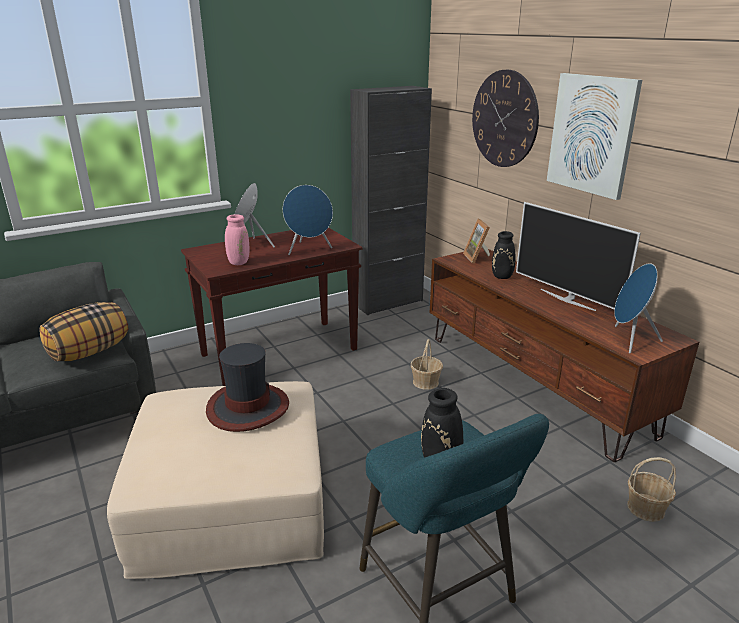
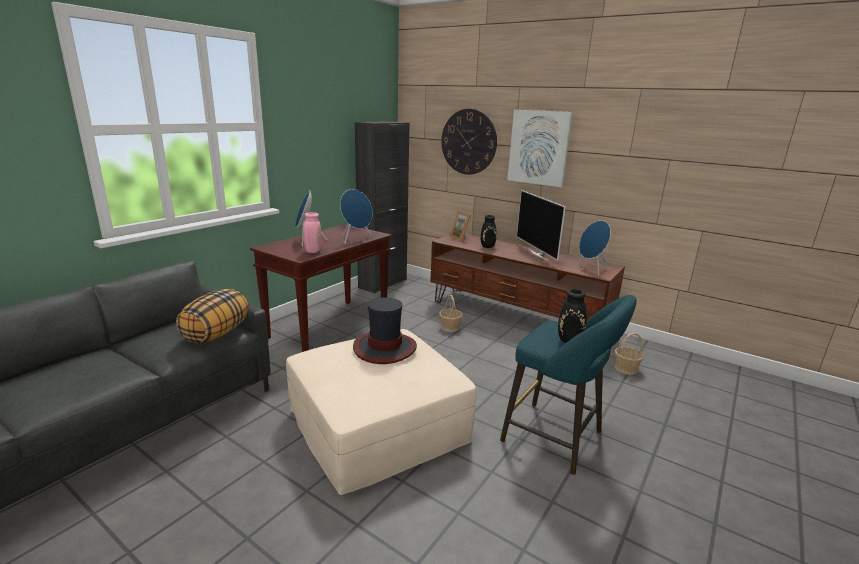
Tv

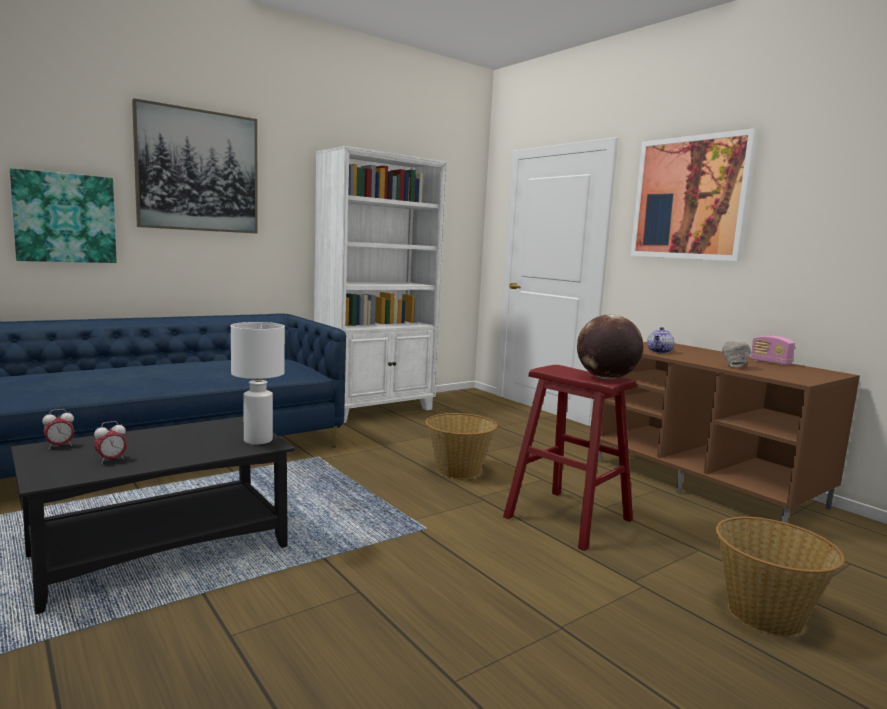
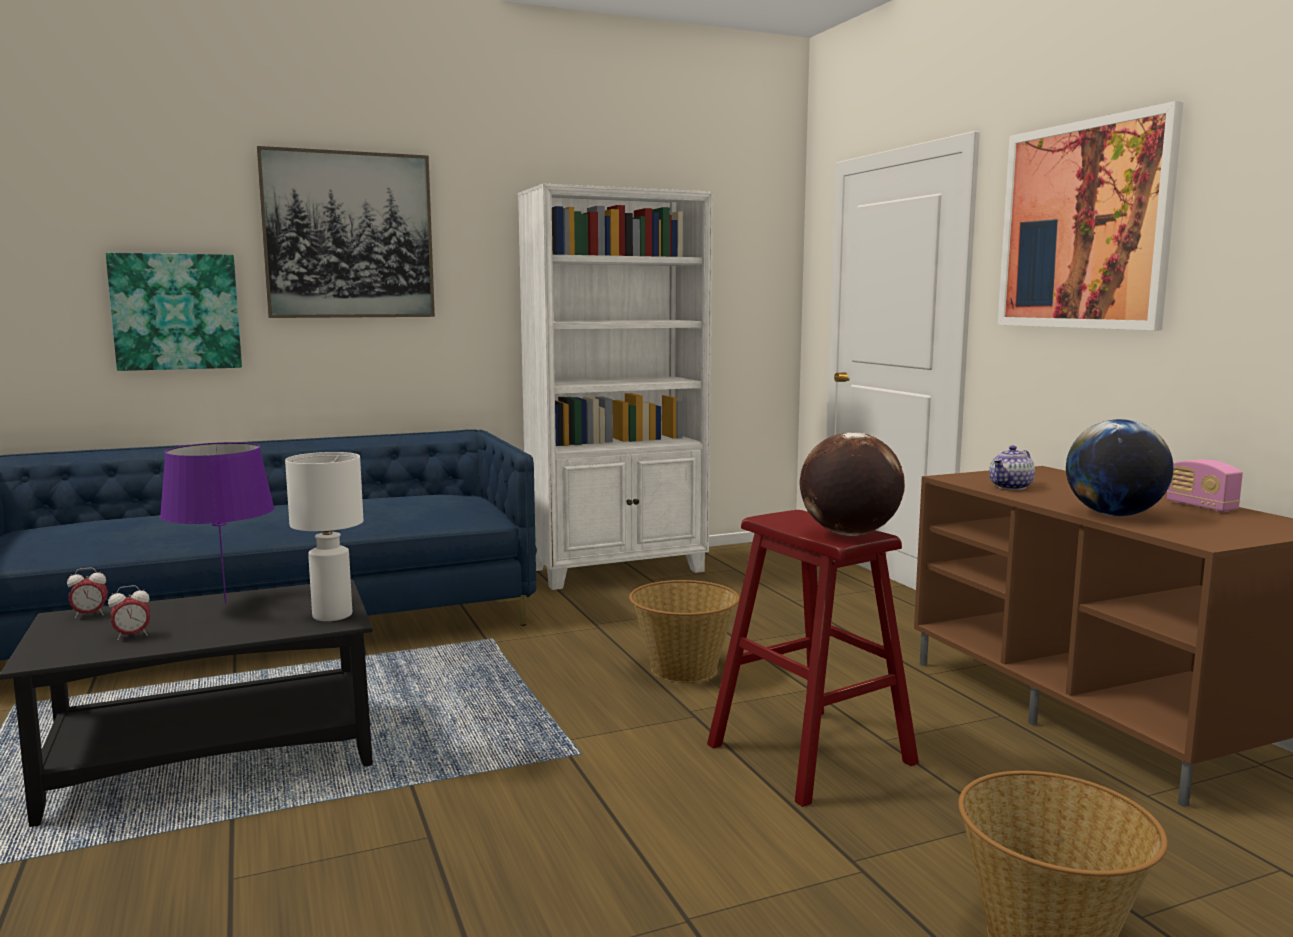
PurplishLampForATable
Globe (2nd from left)

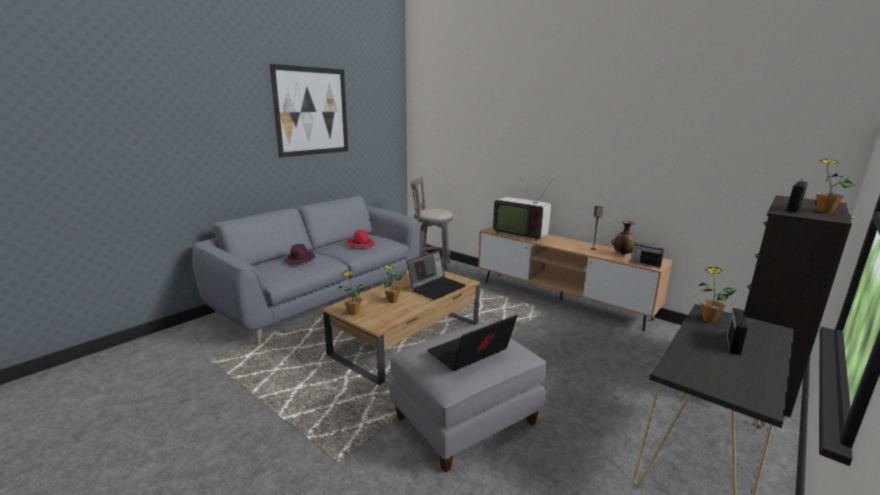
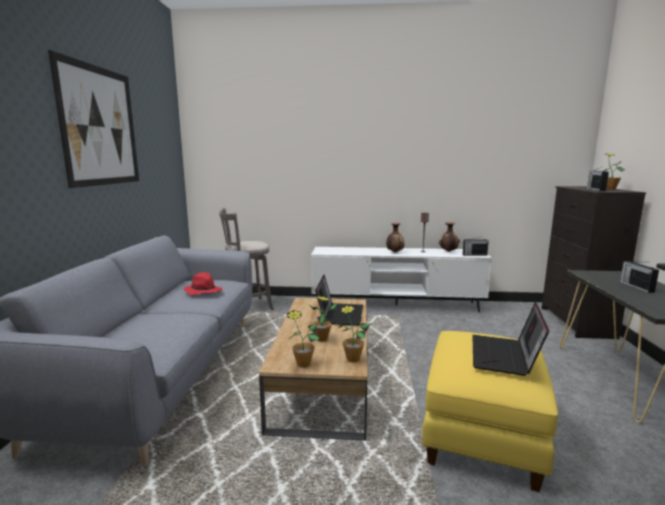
WhiteColouredTvStand
PlantInAPot (3rd from left)
FlowerVase (1st from left)
YellowColouredFootrest
PurplishClothingHat
Tv

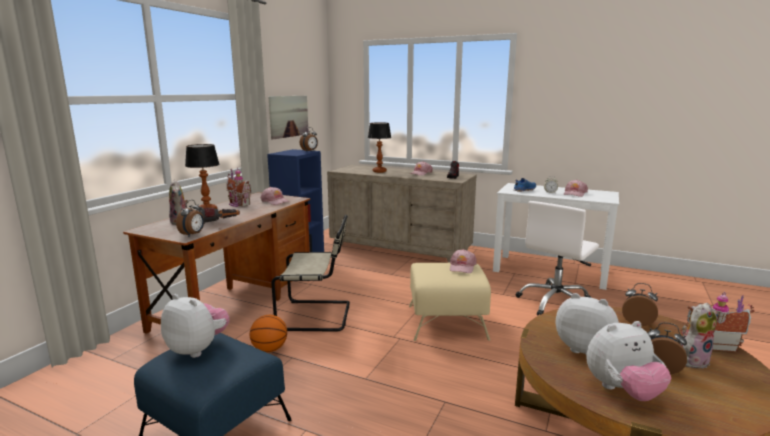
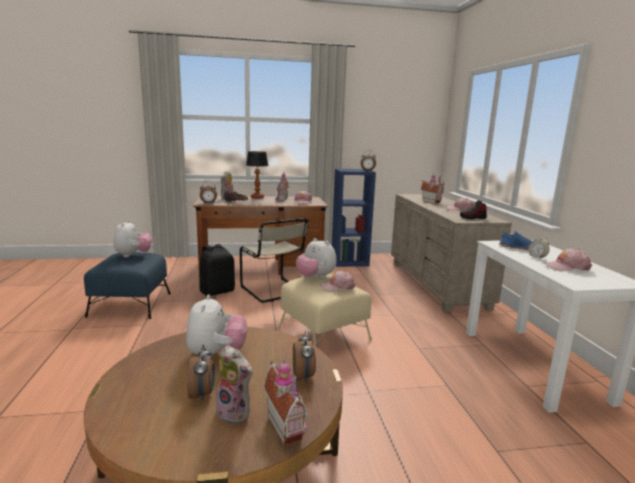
BlackColouredKnapsack
PlushToy (5th from left)
ToyHouse (3rd from left)
WallArt
WhiteColouredComputerChair

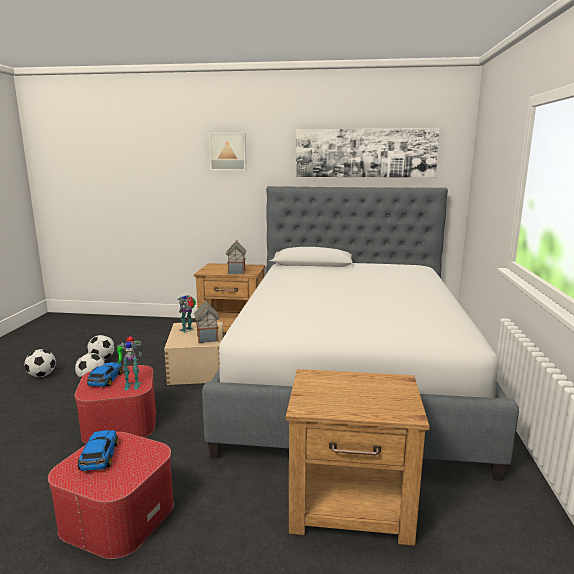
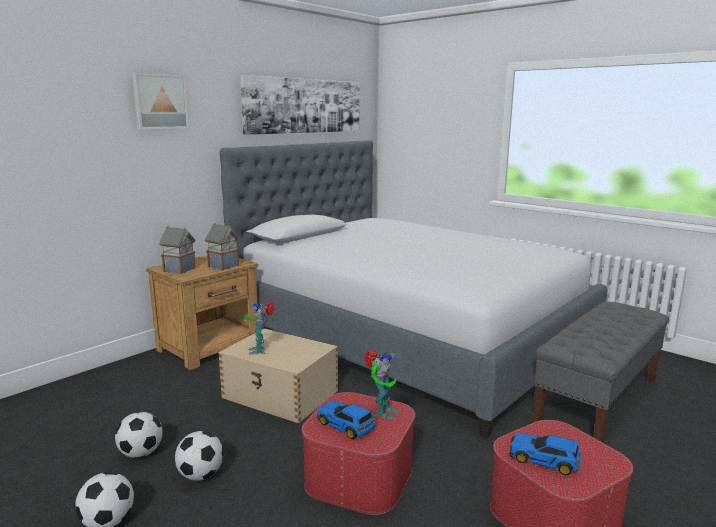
ToyHouse (1st from left)
GreyishLongSeat

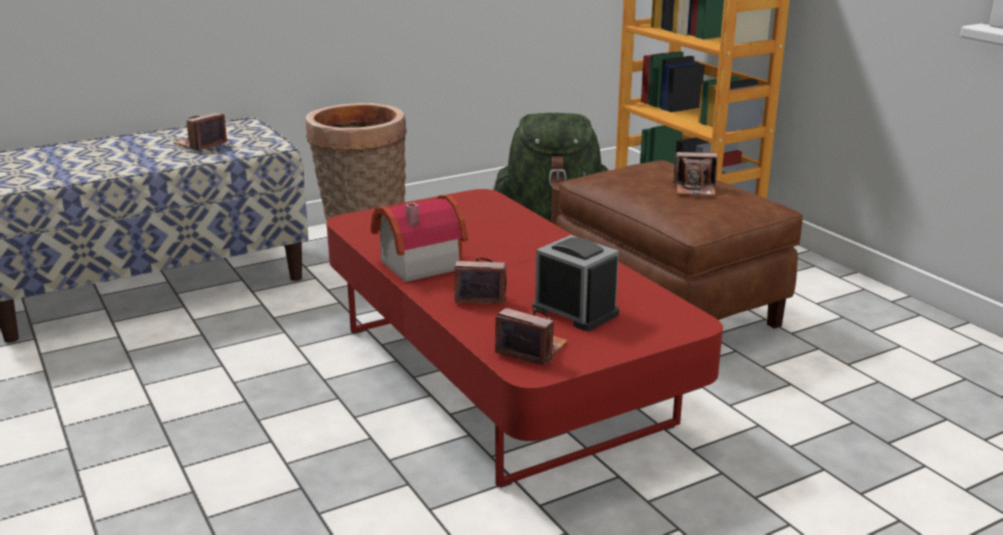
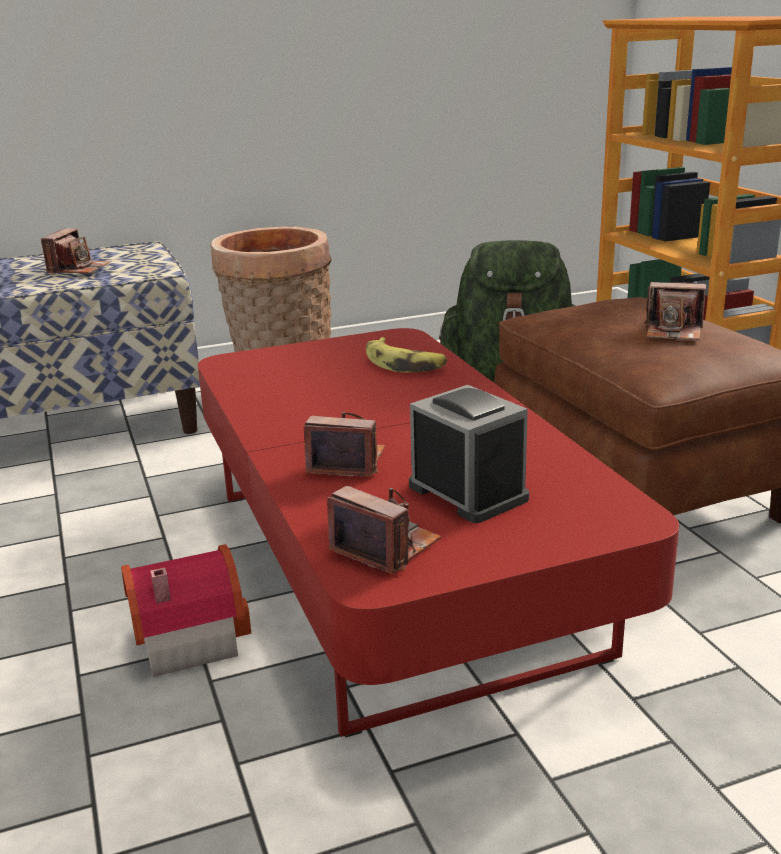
StillCamera (1st from left)
ToyHouse
BananaFruit

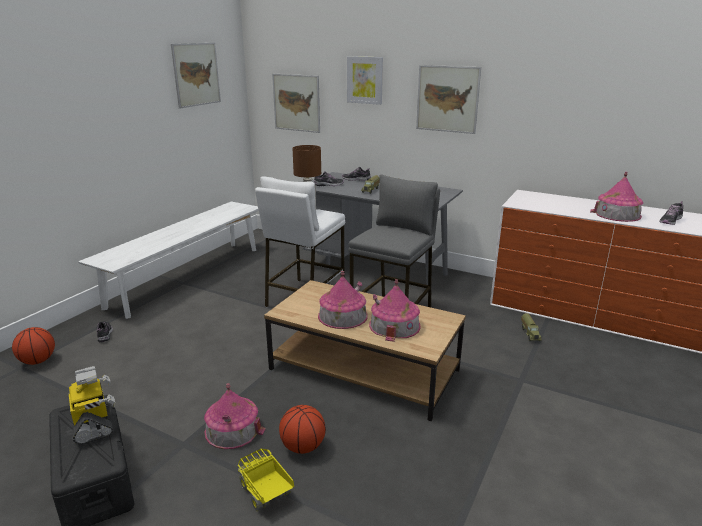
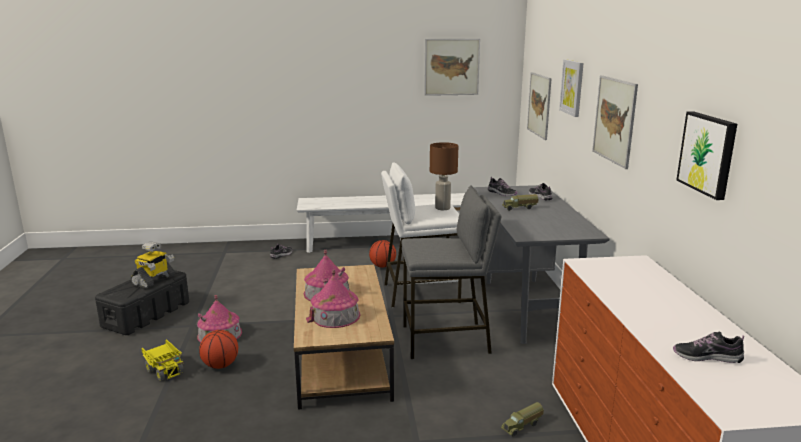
ToyTruck (1st from left)
BallForBasketball (2nd from left)
WallArt (5th from left)
ToyHouse (4th from left in the first image)

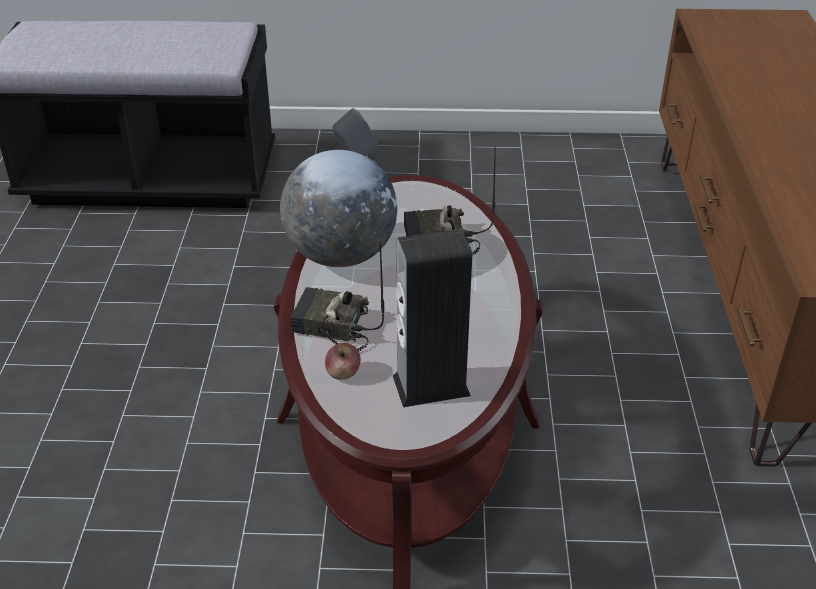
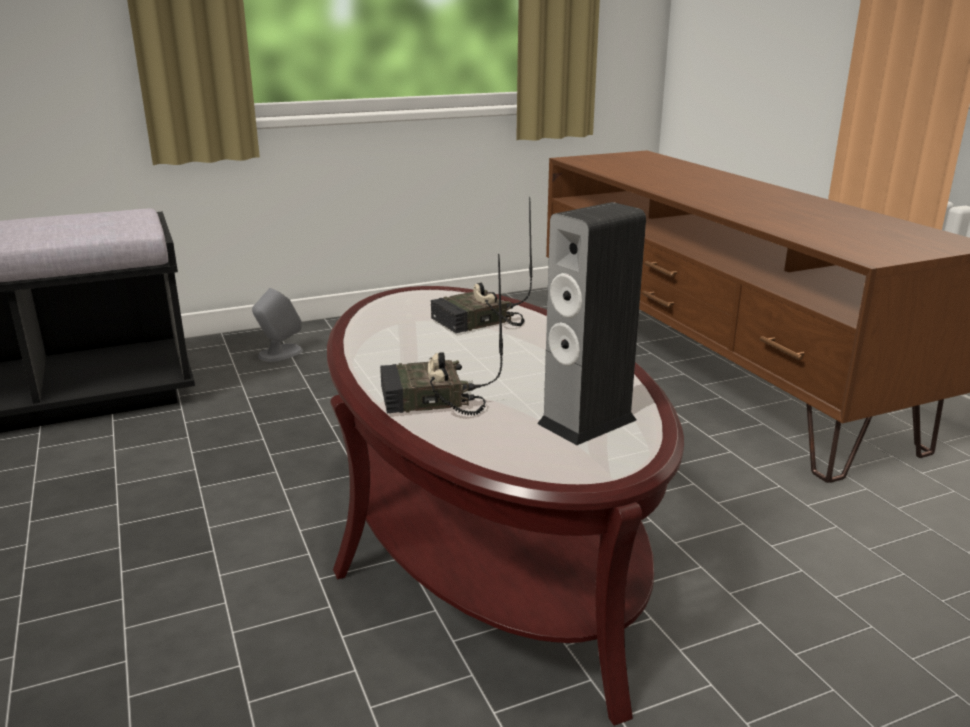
Globe
AppleFruit

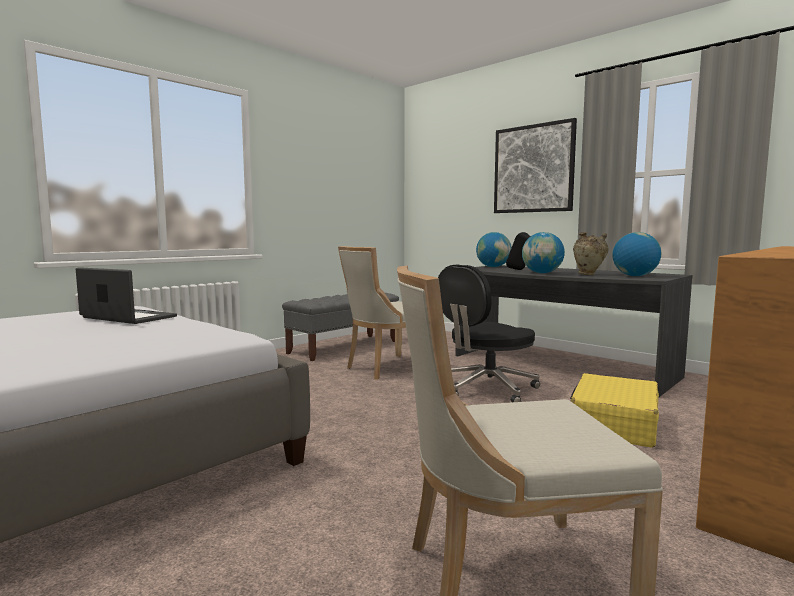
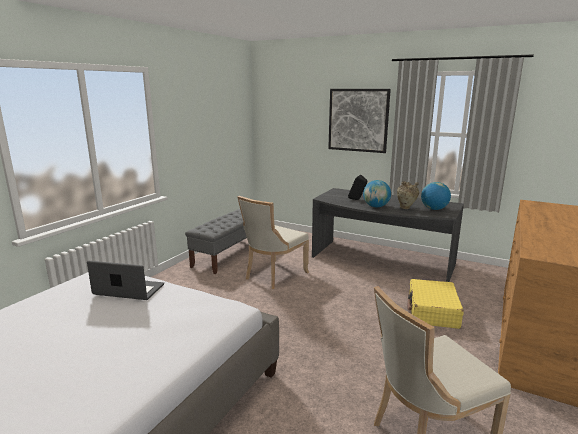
BlackColouredComputerChair
Globe (1st from left in the first image)

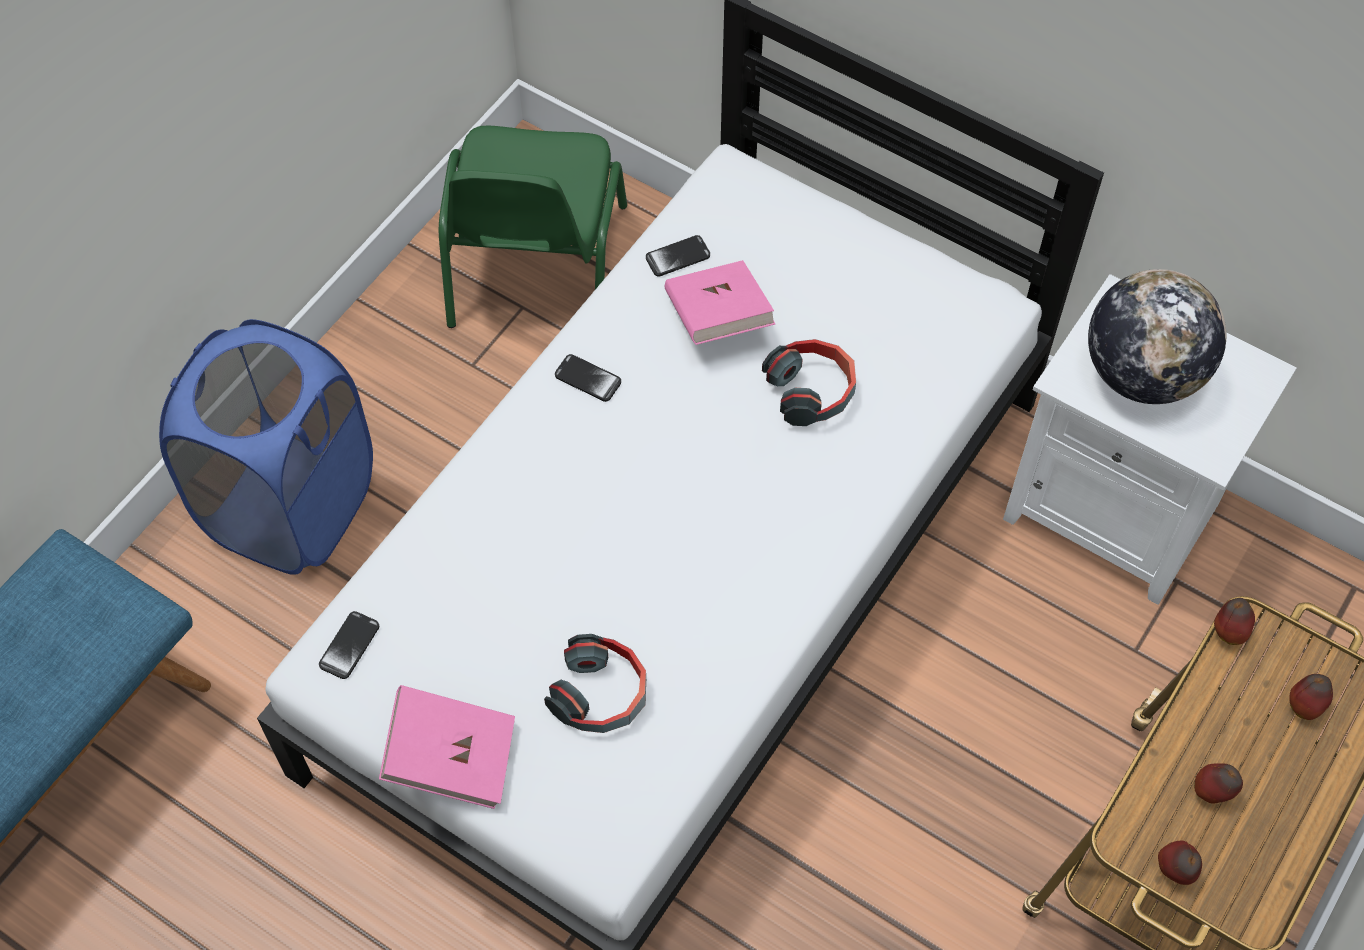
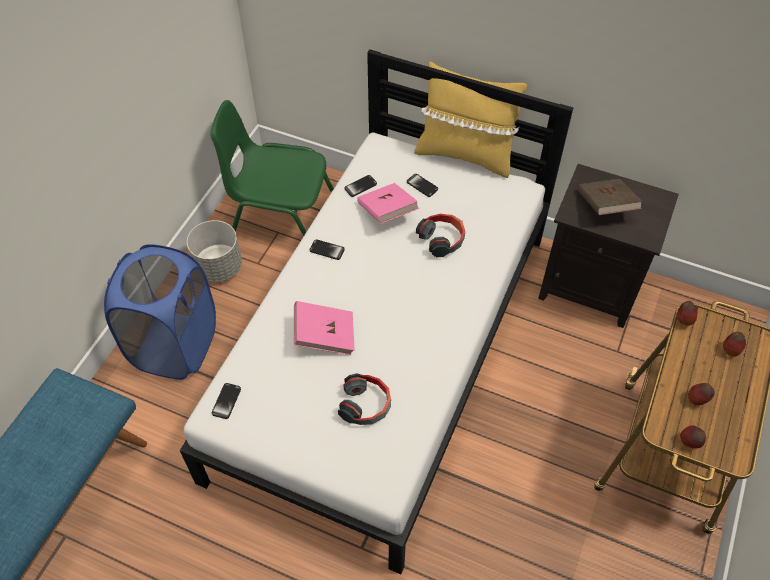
GreyishFlowerPot
GreenColouredChair
PinkishBook (1st from left)
Handset (4th from left)
YellowColouredPillow
BlackColouredBedsideTable
BrownishBook

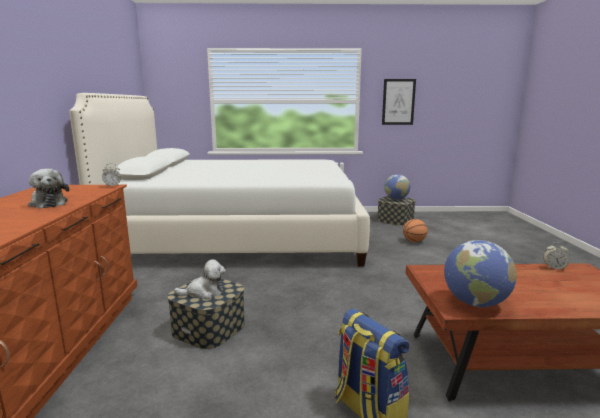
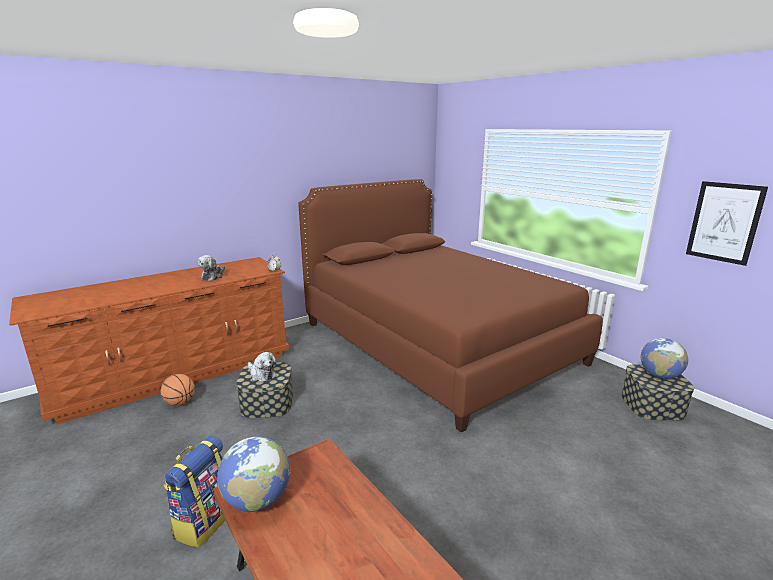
BallForBasketball
BrownishBed
AlarmClock (2nd from left in the first image)

